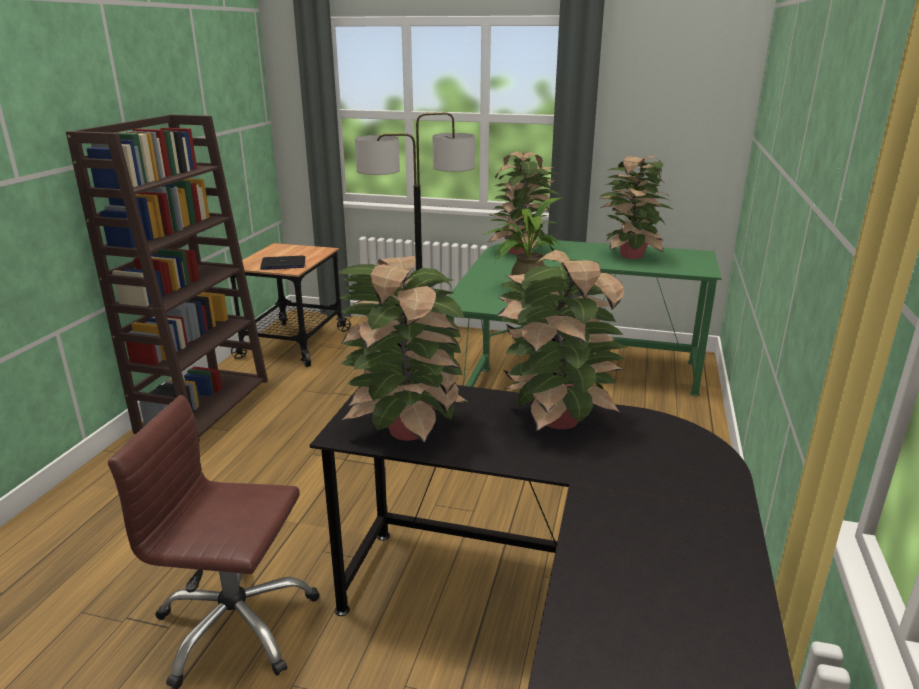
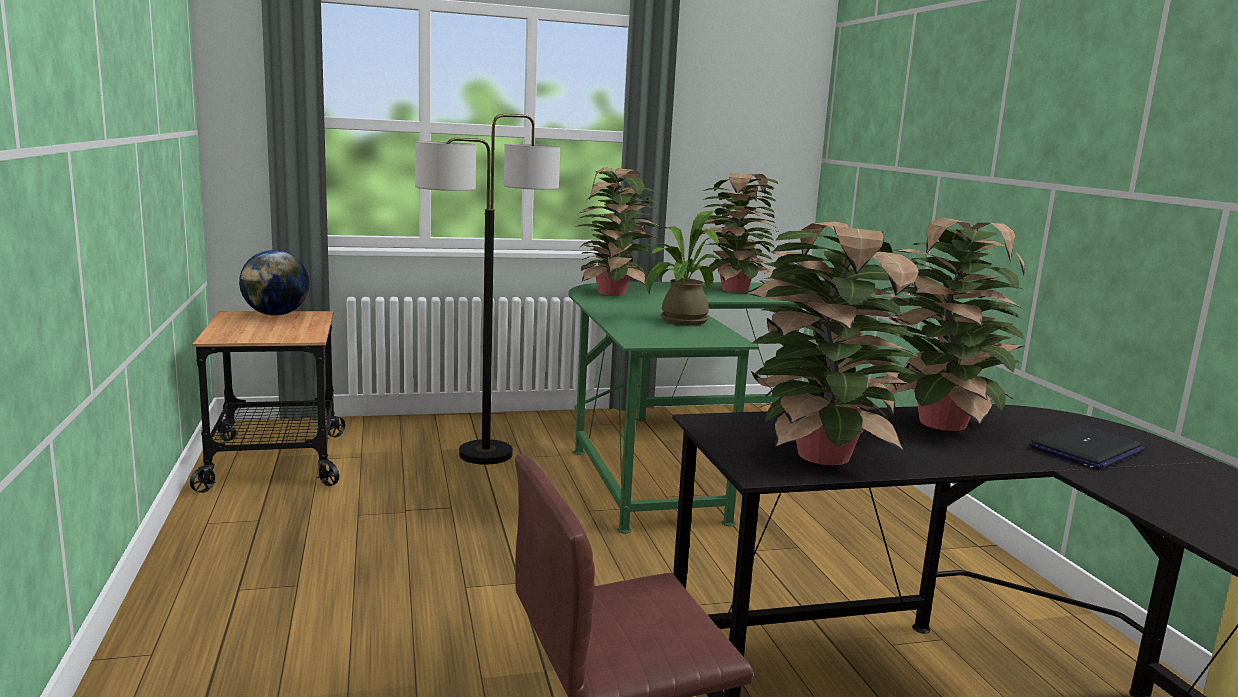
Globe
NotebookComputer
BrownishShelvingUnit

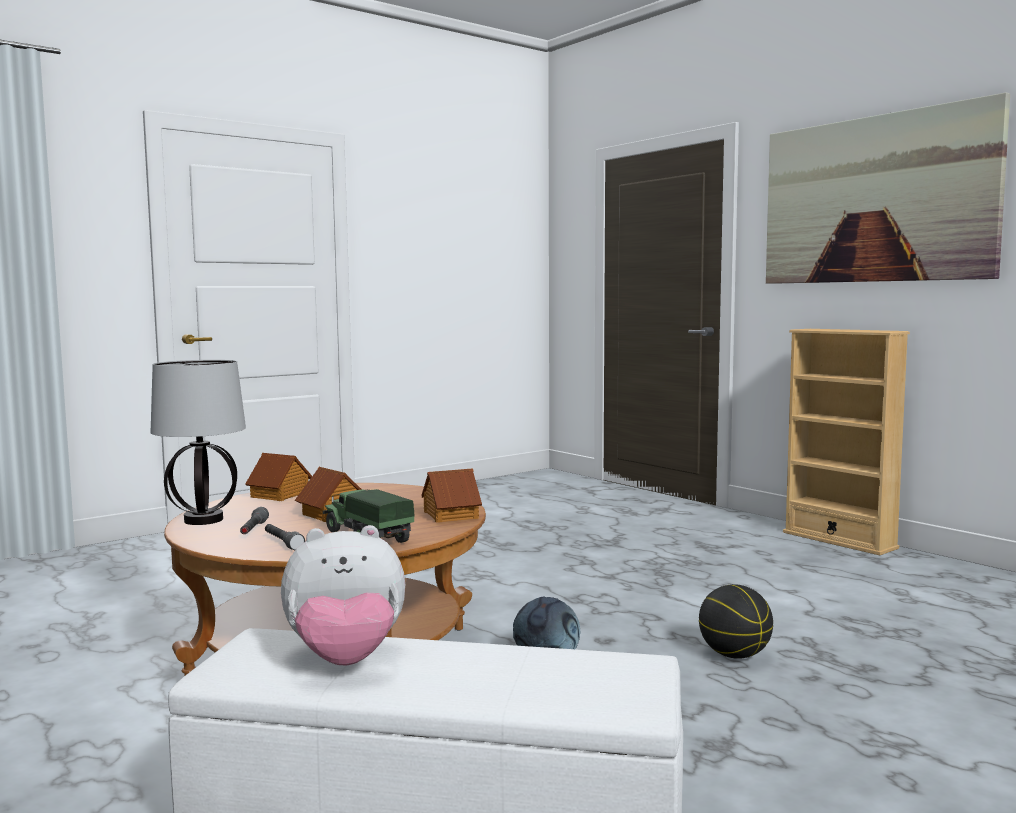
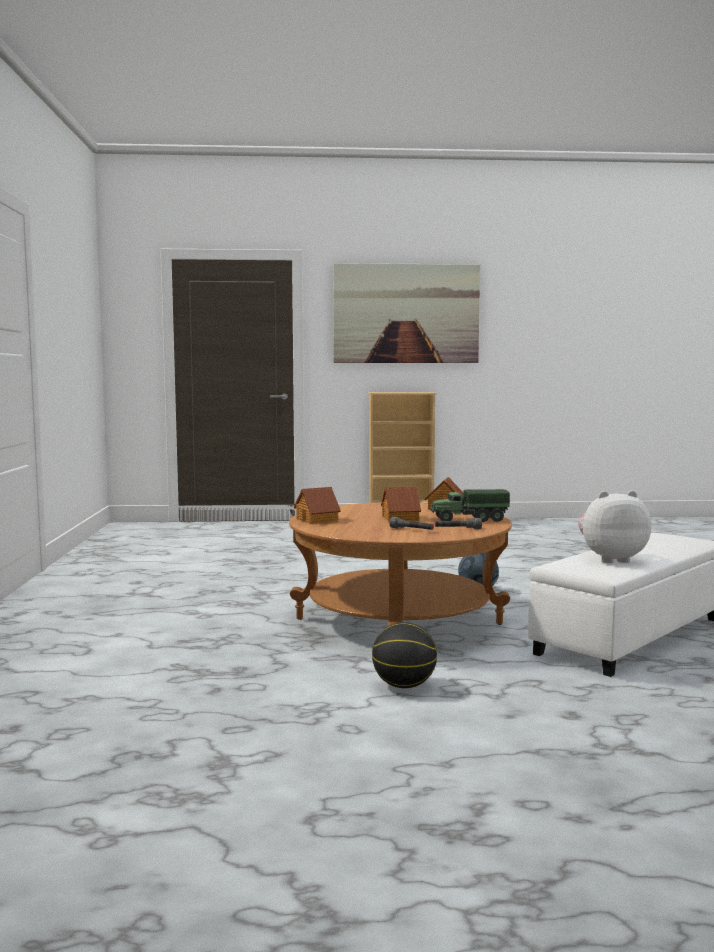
BallForBasketball
PlushToy
LampForATable

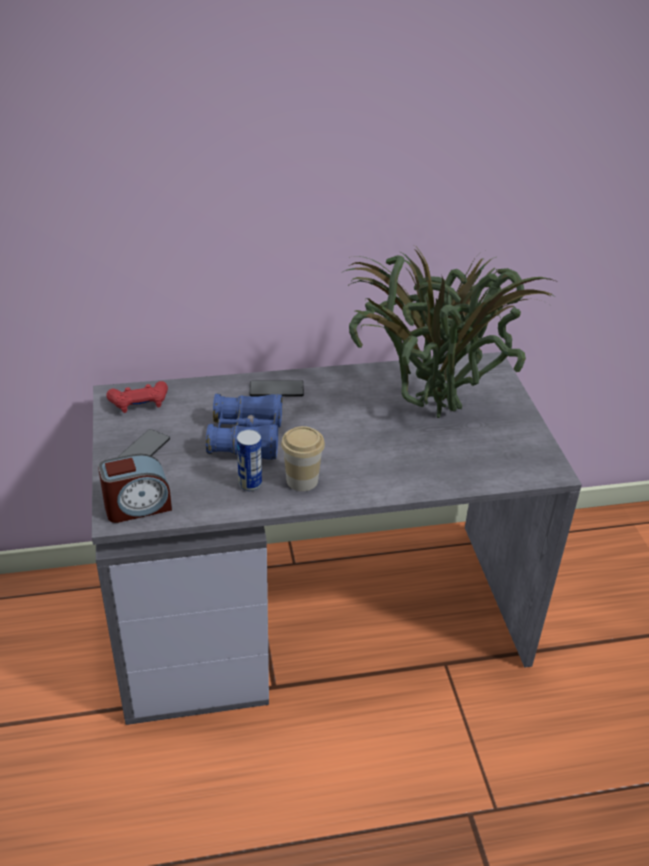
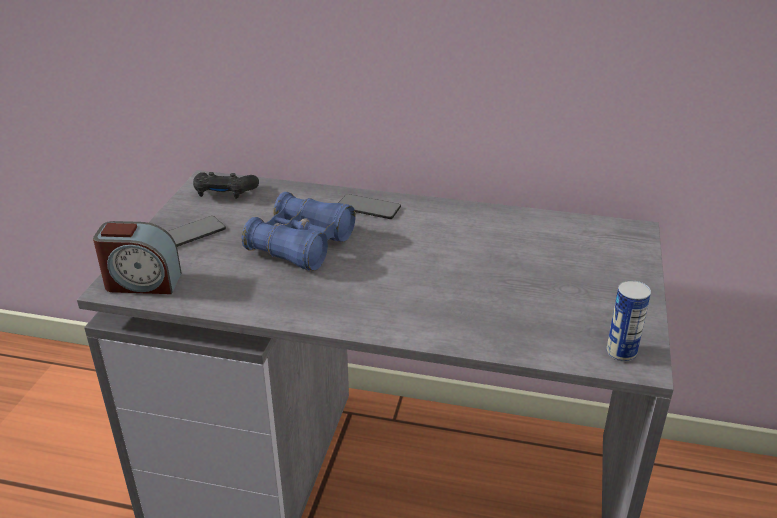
BlackColouredGameController
MetalCan
DrinkingCup
PlantInAPot

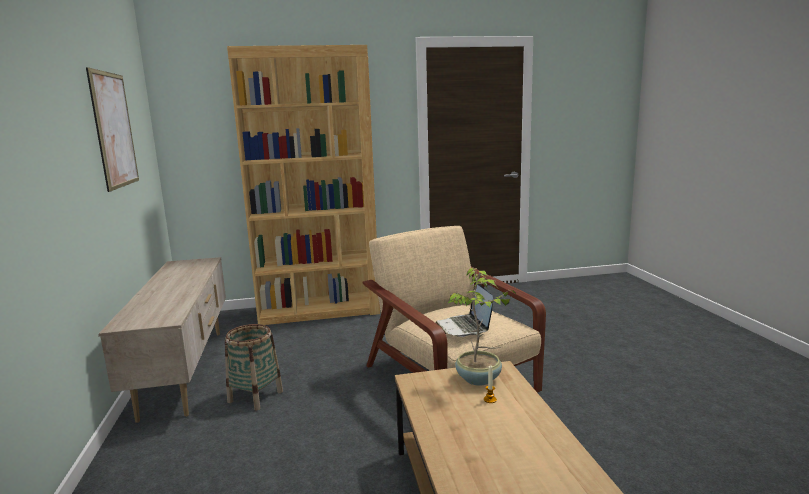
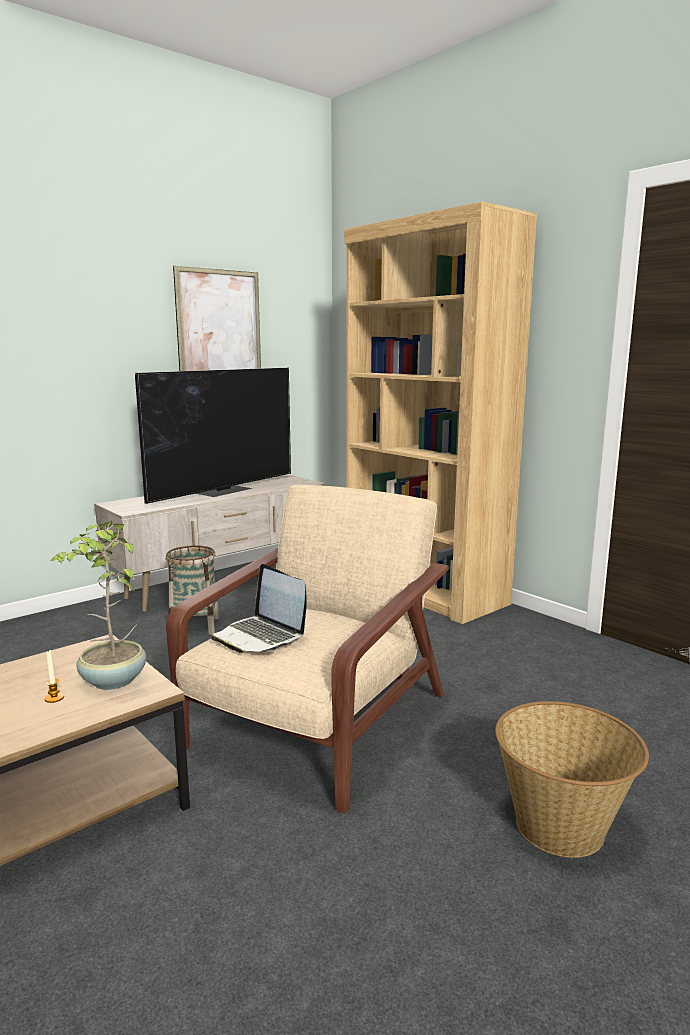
Tv
NotebookComputer
Basket (2nd from left)

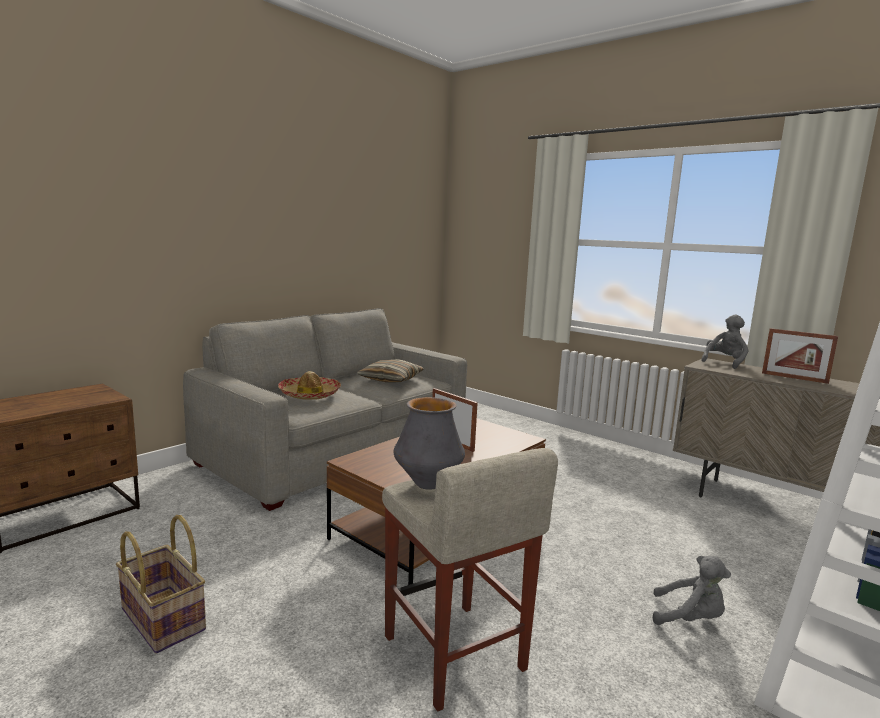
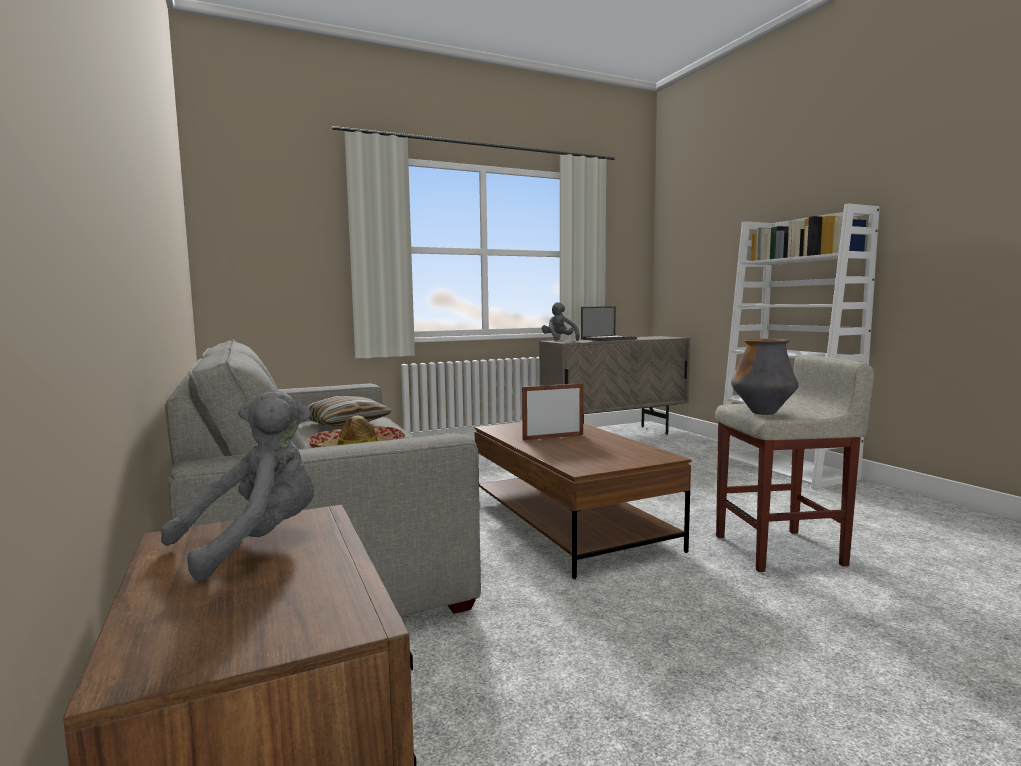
GreyishPlushToy (1st from left)
NotebookComputer
Basket

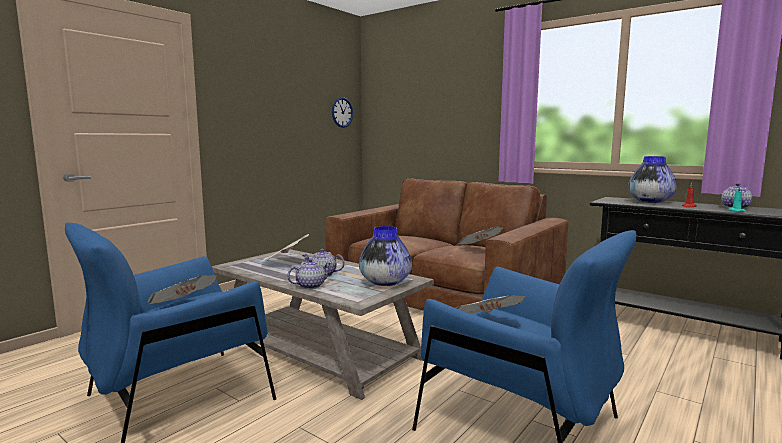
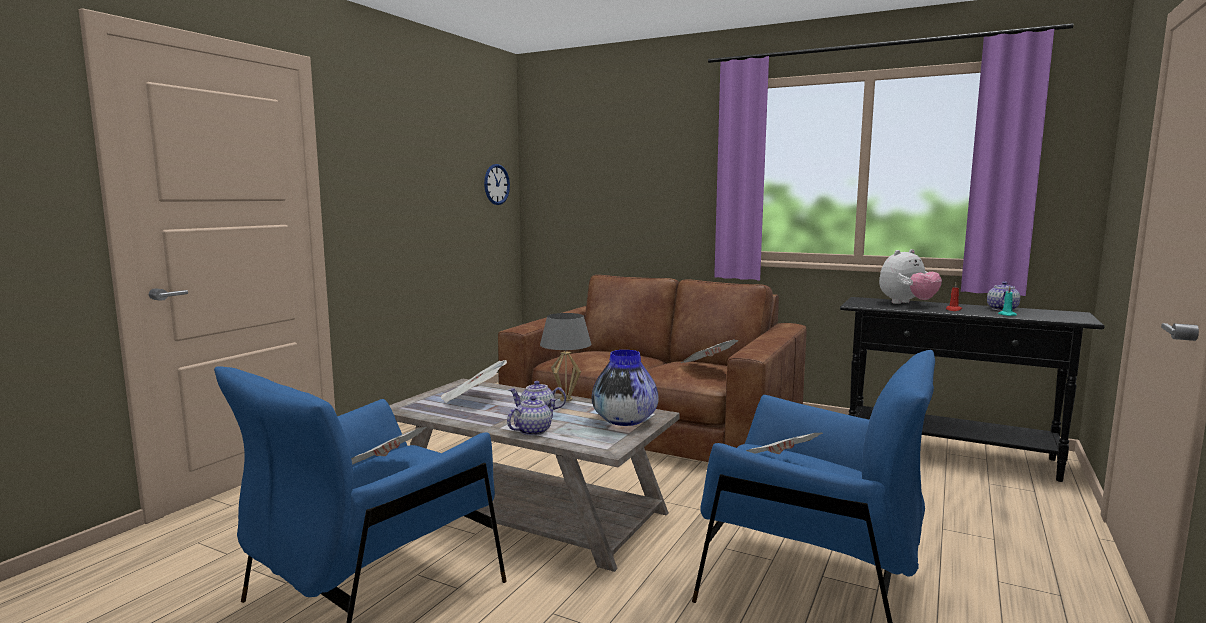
GreyishLampForATable
PlushToy

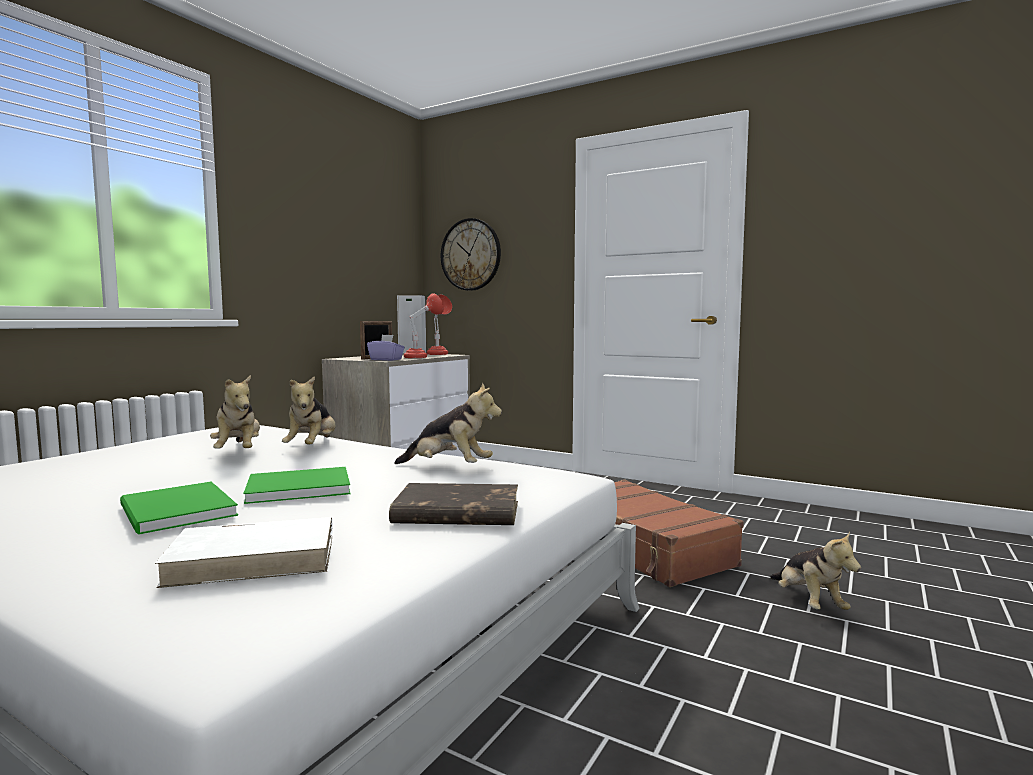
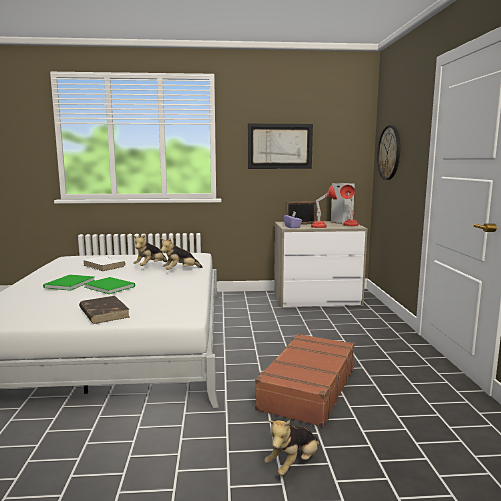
WhiteColouredBook
WallArt
PlushToy (3rd from left in the first image)

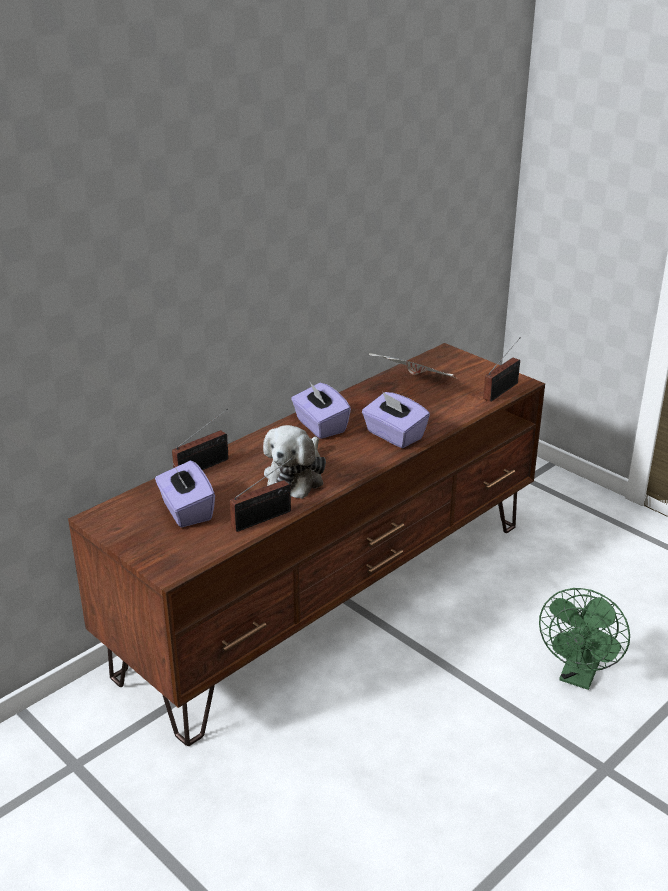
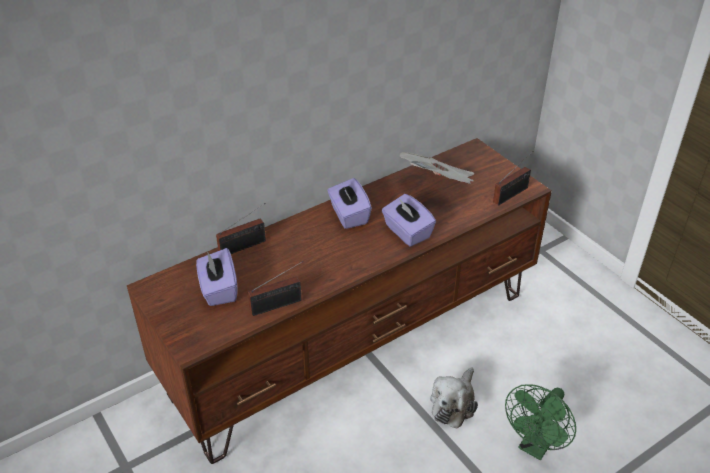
PlushToy

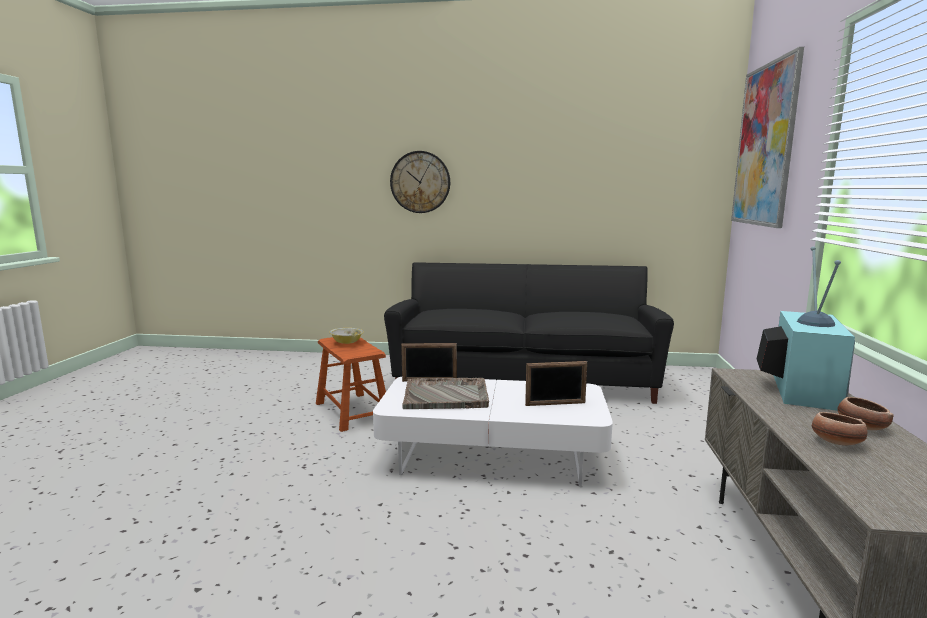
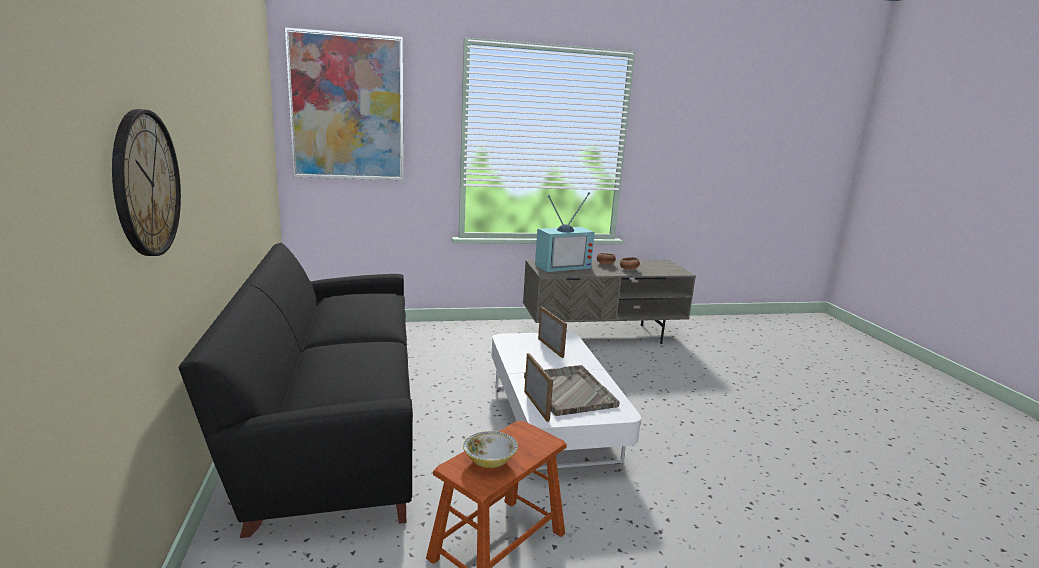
Tv

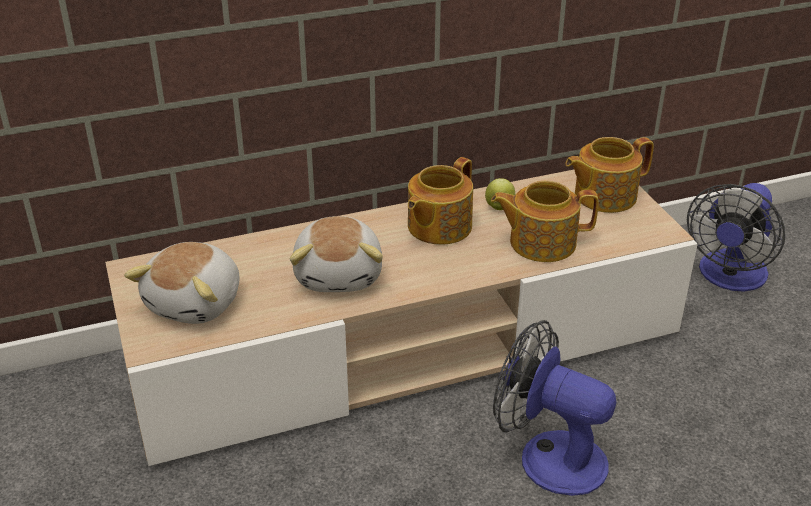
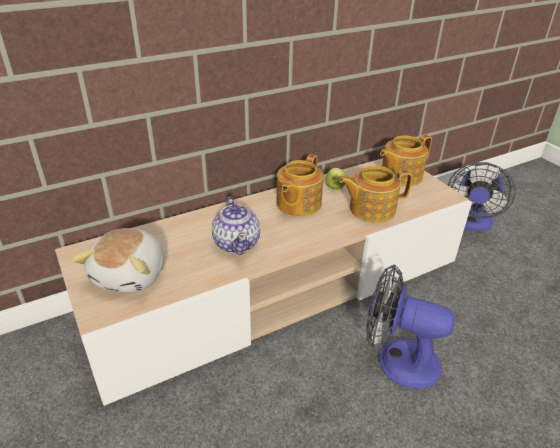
PotForTea (1st from left)

